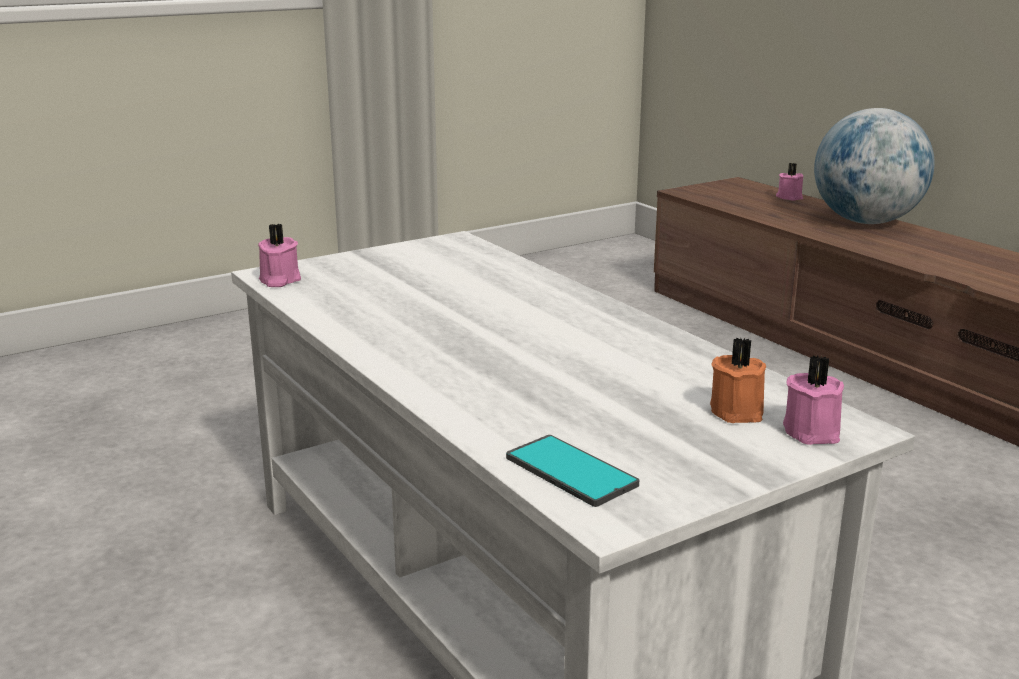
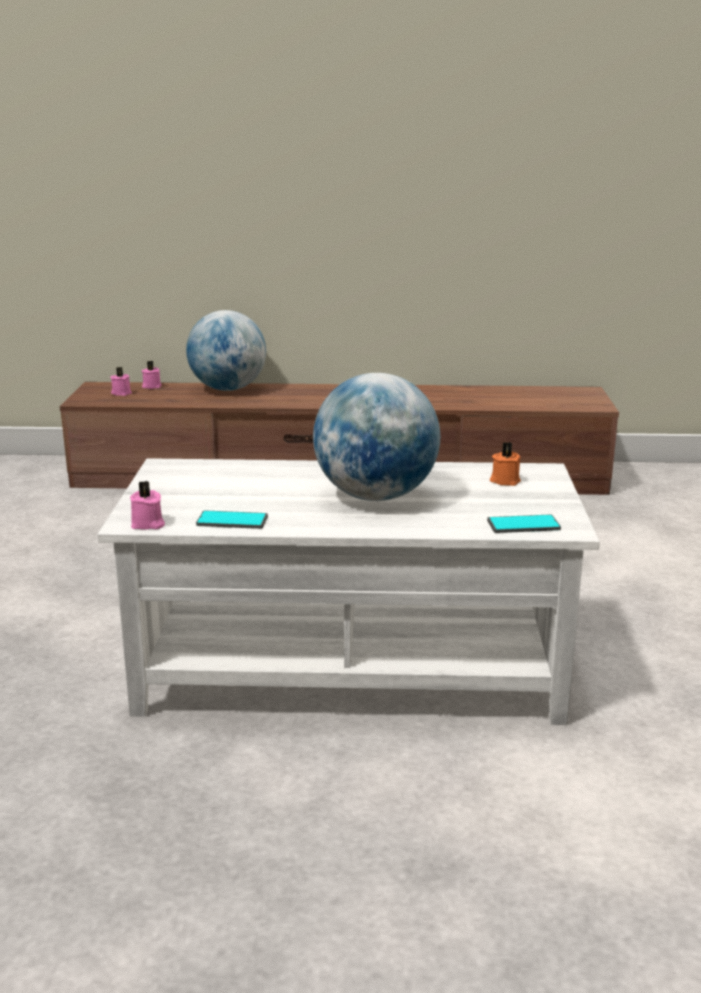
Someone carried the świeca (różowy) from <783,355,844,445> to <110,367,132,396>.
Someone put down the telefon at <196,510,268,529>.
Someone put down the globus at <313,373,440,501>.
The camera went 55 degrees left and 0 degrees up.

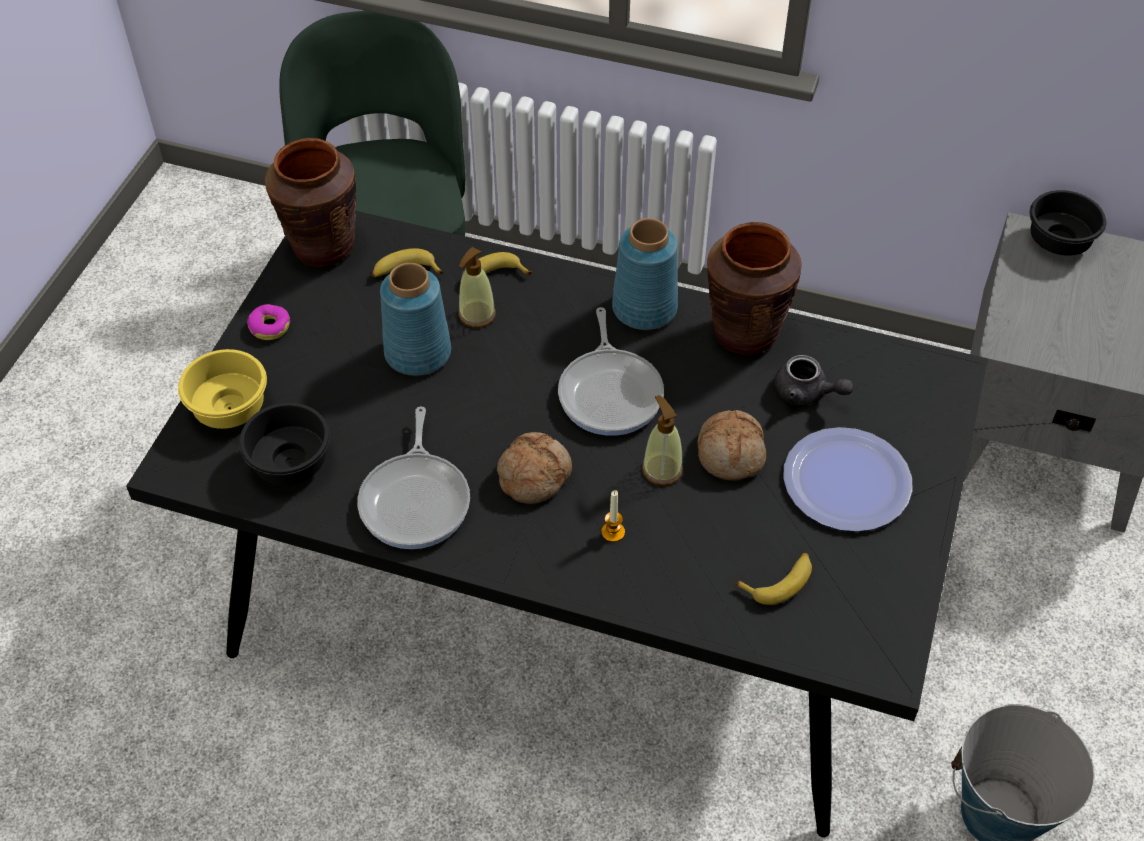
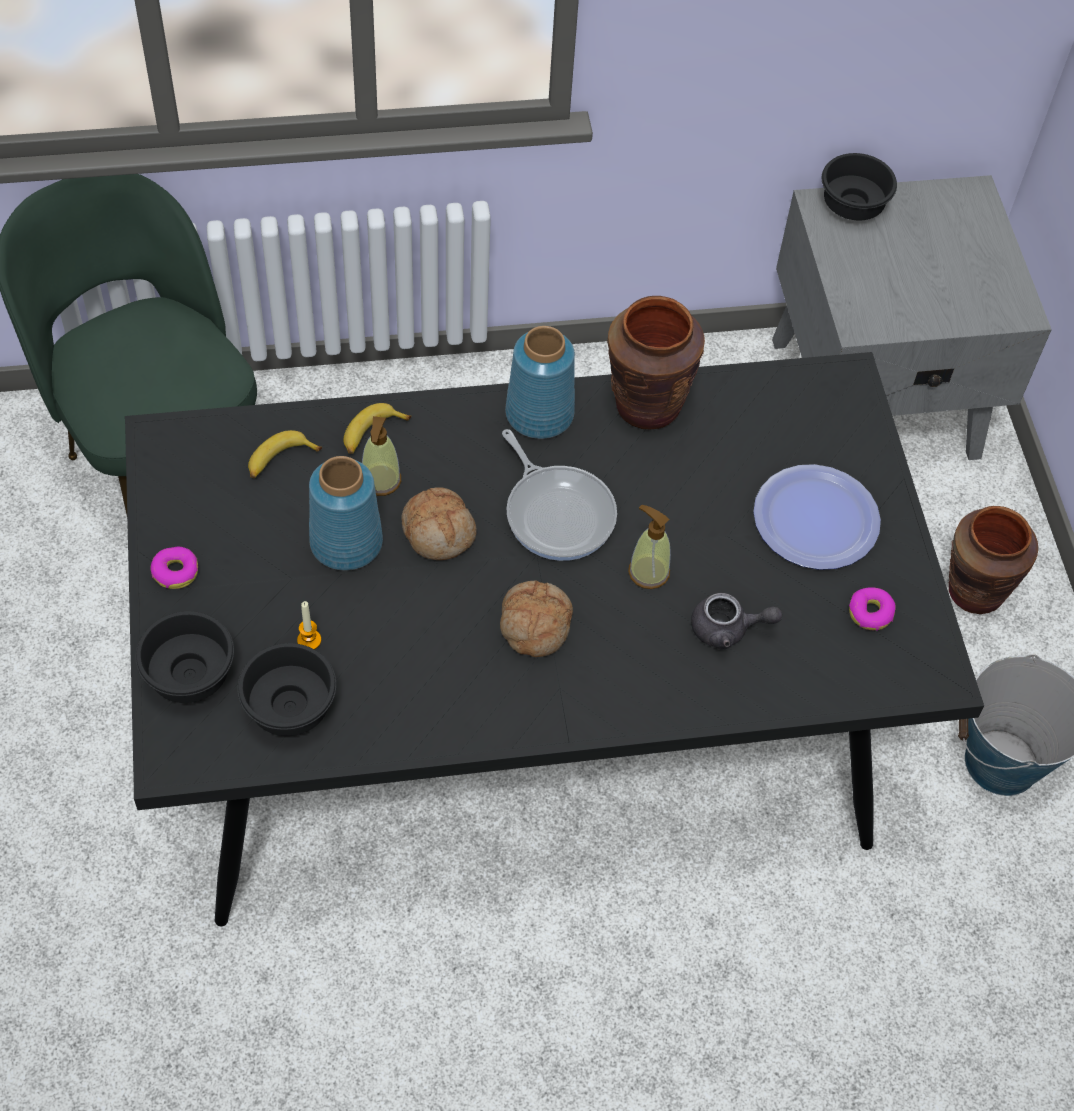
Someone repainted the miska (żółty) at <178,349,267,429>, which became the miska (czarny) at <135,611,234,703>.
Someone carried the świeca from <601,490,625,542> to <297,601,321,650>.
Someone carried the chleb from <698,410,766,481> to <401,487,477,560>.
Someone carried the imbryk (szary) from <774,355,854,405> to <691,593,782,649>.
Someone put down the donut at <849,587,896,631>.
Someone carried the wazon (brązowy) from <265,138,356,267> to <949,506,1038,614>.
Someone took away the patelnia at <358,406,470,549>.
Someone took away the banan at <735,553,812,605>.
The camera went 30 degrees left and 5 degrees up.

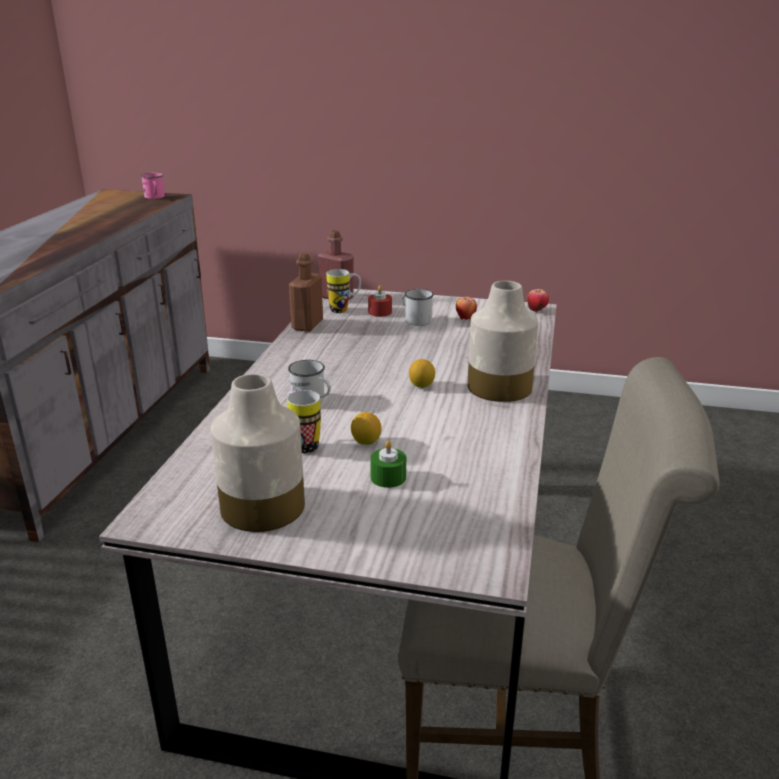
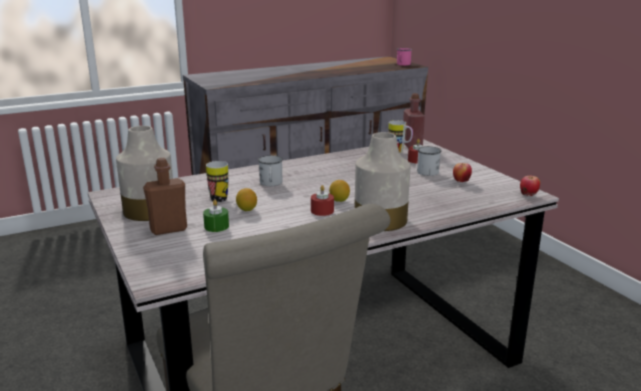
Someone carried the butelka (brązowy) from <289,253,323,332> to <143,158,187,235>.
Someone put down the świeca (czerwony) at <311,185,334,216>.
The camera went 50 degrees right and 5 degrees down.

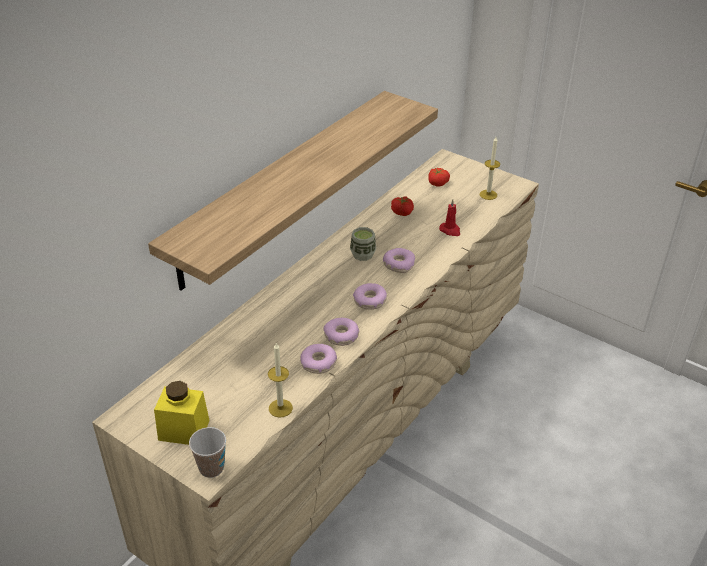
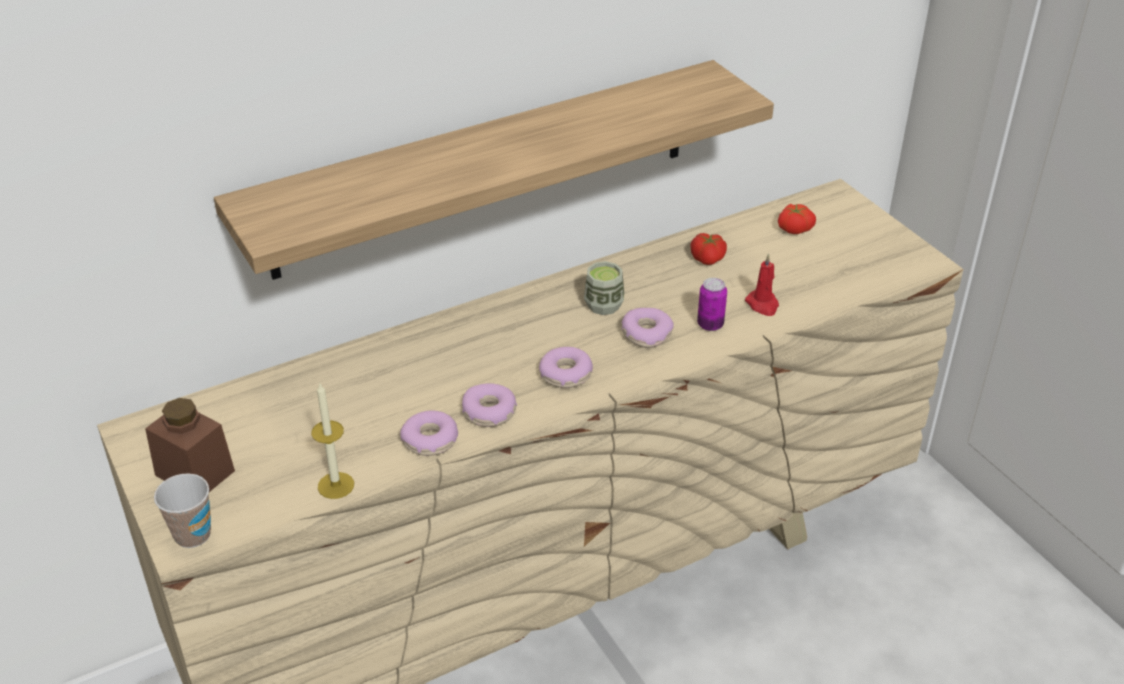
Someone repainted the słoik (żółty) at <154,381,210,445>, which became the słoik (brązowy) at <145,398,235,492>.
Someone put down the puszka at <697,278,727,331>.
Someone took away the świeca at <480,137,500,200>.
The camera went 25 degrees right and 0 degrees up.

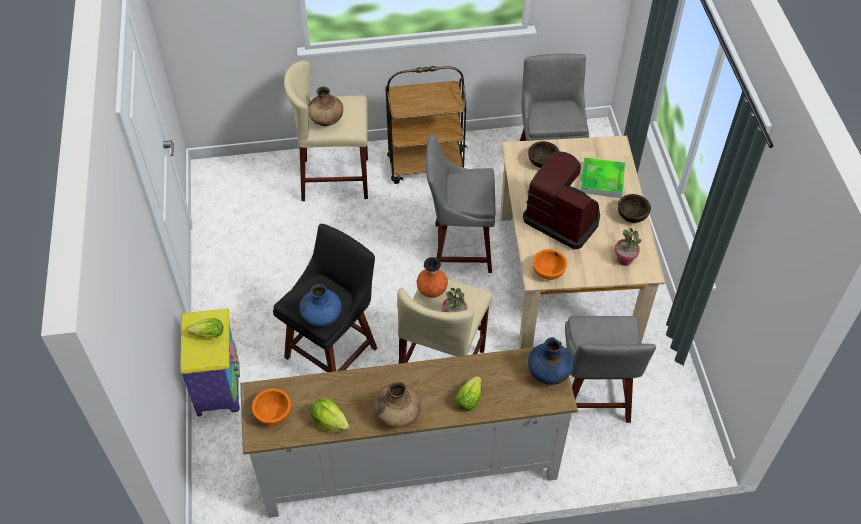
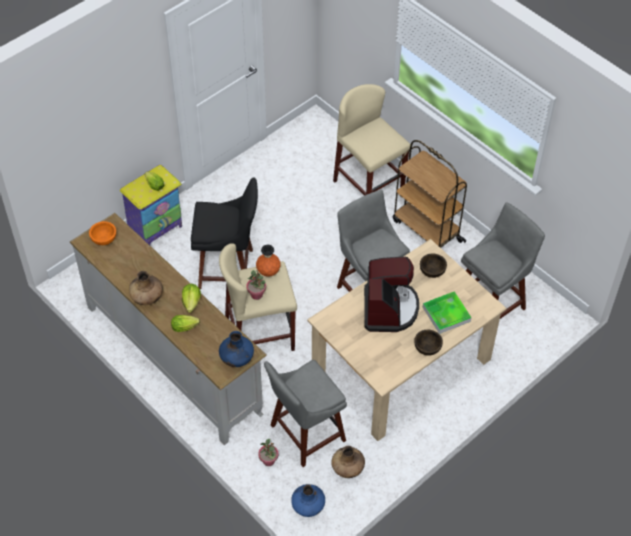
Someone carried the sałata from <311,398,350,432> to <182,284,201,313>.
Someone carried the roślina doniczkowa from <615,228,641,266> to <258,439,278,466>.
Someone carried the wazon (niebieski) from <300,284,341,327> to <291,484,325,517>.
Someone carried the wazon (brązowy) from <308,86,343,126> to <331,446,365,478>.
Someone took away the miska (pomarańczowy) at <533,249,567,280>.
The camera went 55 degrees right and 0 degrees up.

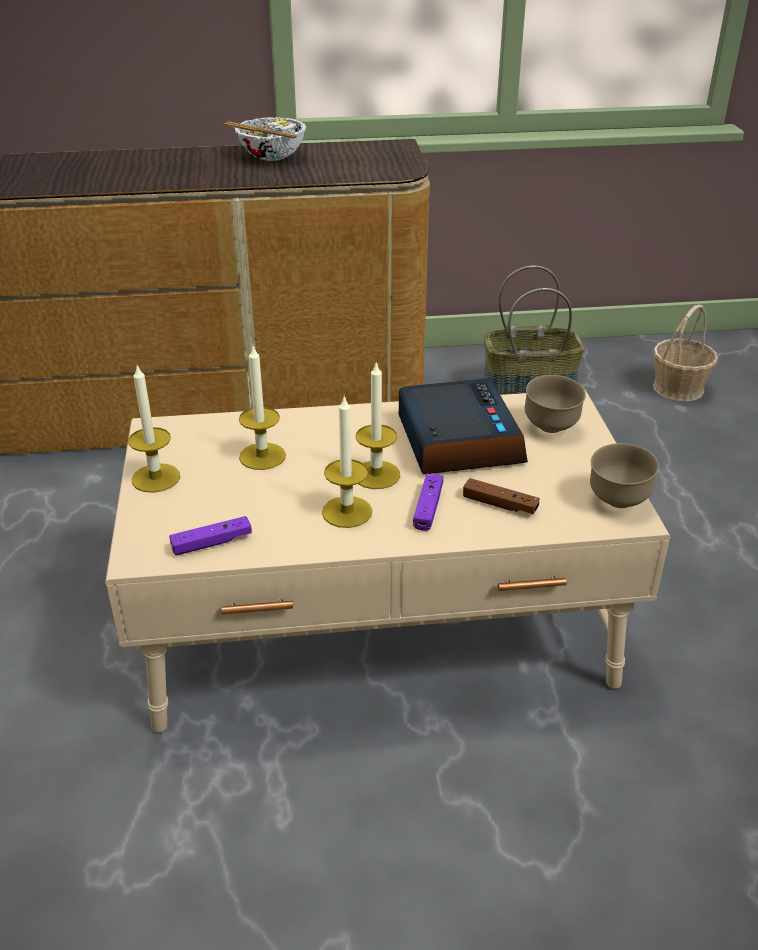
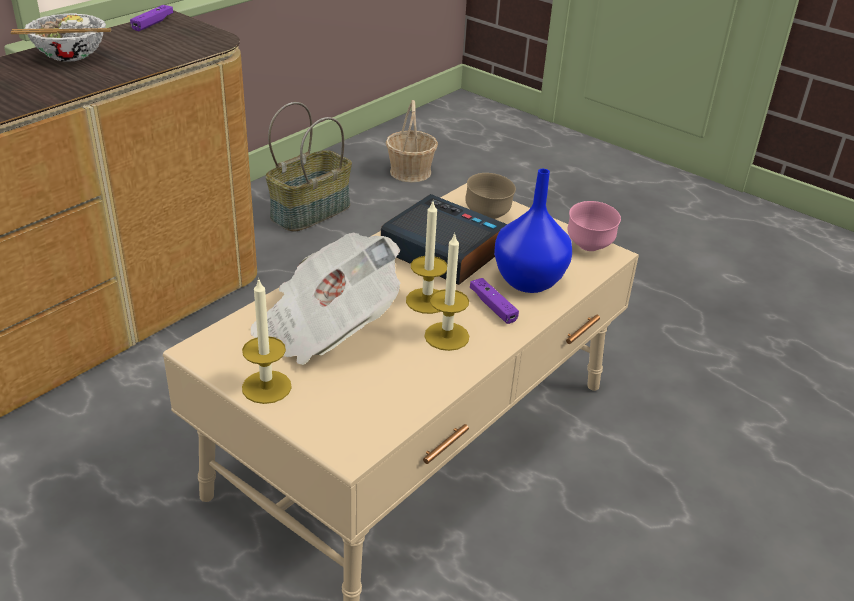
Someone carried the pad do gier (fioletowy) from <169,516,252,555> to <130,5,173,31>.
Someone swapped the świeca at <239,346,286,470> for the gazeta at <251,232,400,365>.
Someone swapped the pad do gier (brązowy) at <463,478,540,514> for the wazon (niebieski) at <494,169,572,293>.
Someone repainted the miska (brązowy) at <590,443,659,508>, which became the miska (różowy) at <568,201,621,251>.
The camera went 45 degrees left and 0 degrees up.

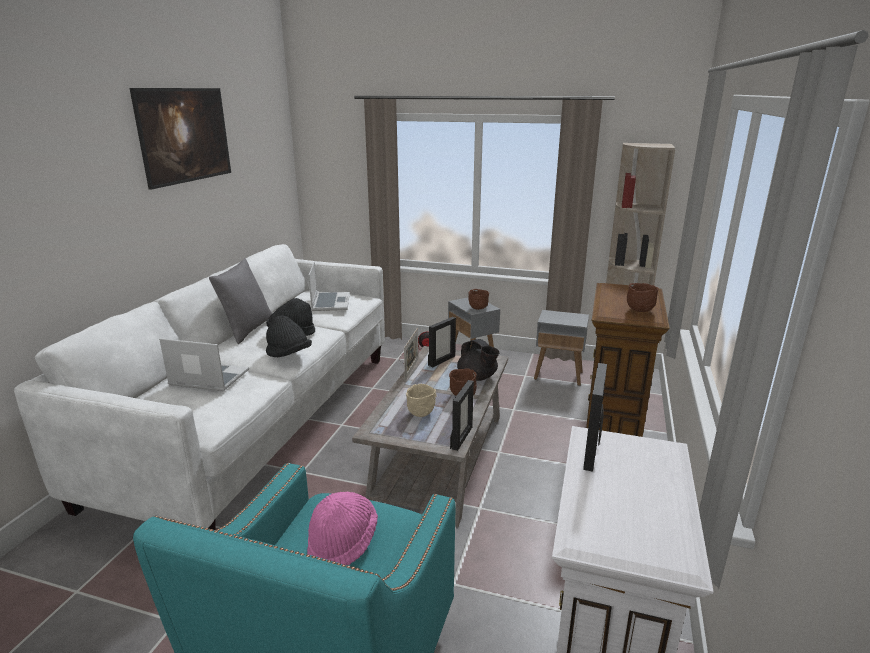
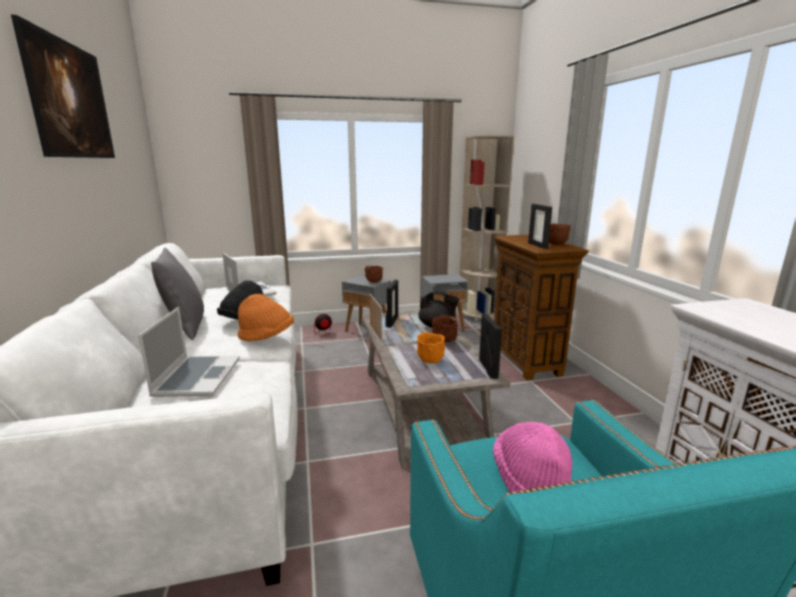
Someone rotated the laptop at <159,338,249,391> by 105 degrees clockwise.
Someone repainted the kapelusz (czarny) at <266,315,312,357>, which became the kapelusz (pomarańczowy) at <238,294,294,341>.
Someone repainted the miska (beżowy) at <406,384,437,417>, which became the miska (pomarańczowy) at <417,332,445,363>.
Someone carried the ramka na zdjęcie from <583,363,607,472> to <528,204,552,249>.
The camera went 30 degrees left and 5 degrees down.

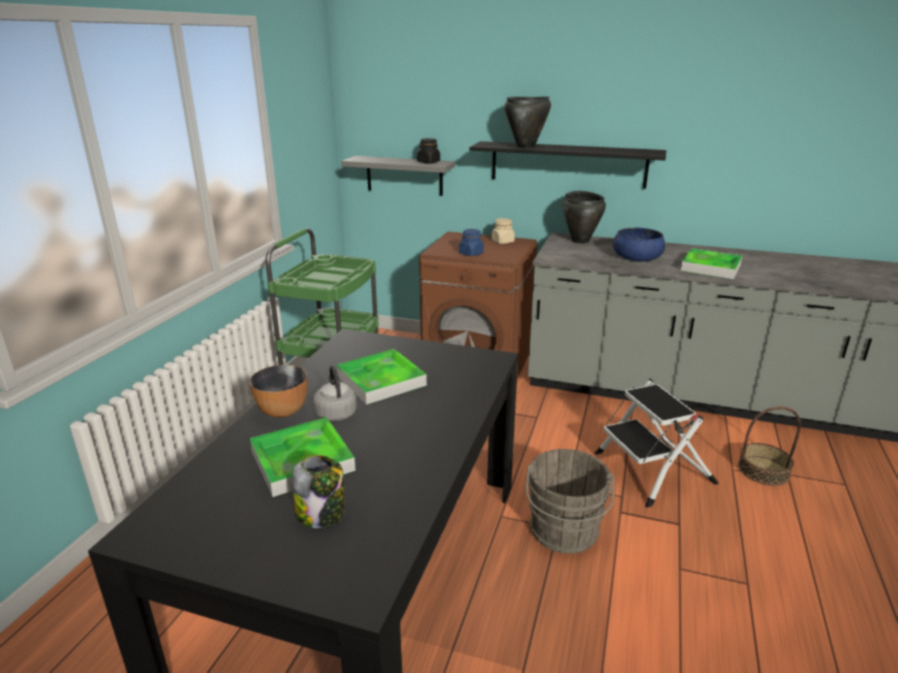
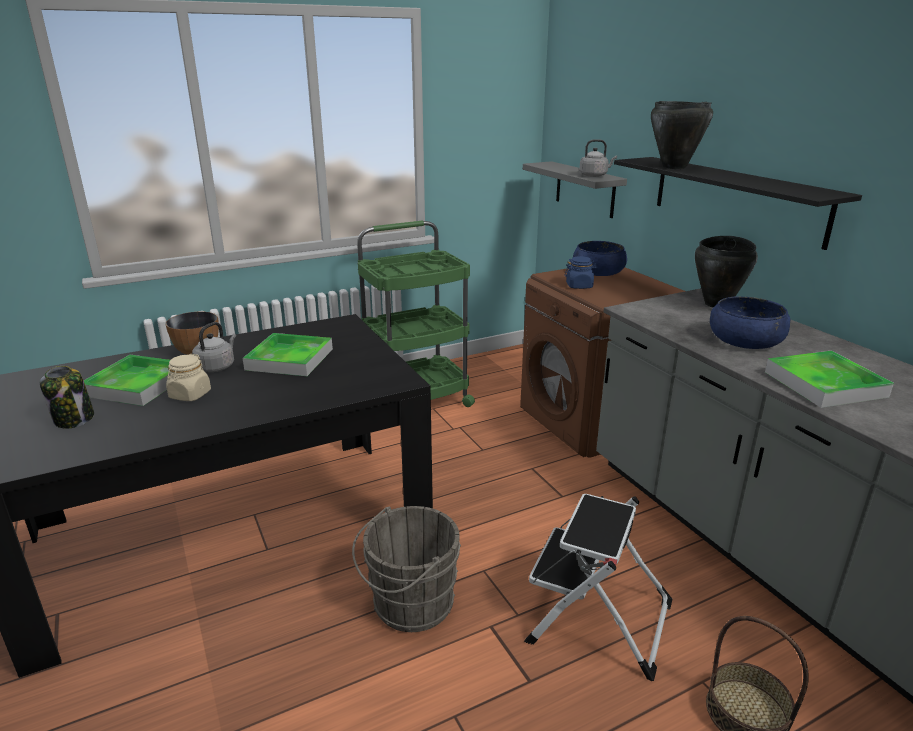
Someone carried the słoik (beżowy) from <491,218,515,244> to <166,354,211,401>.
Someone put down the miska (niebieski) at <573,241,627,276>.
Someone swapped the słoik (czarny) at <417,138,440,164> for the czajnik (szary) at <579,139,617,177>.
The camera went 45 degrees right and 0 degrees up.

